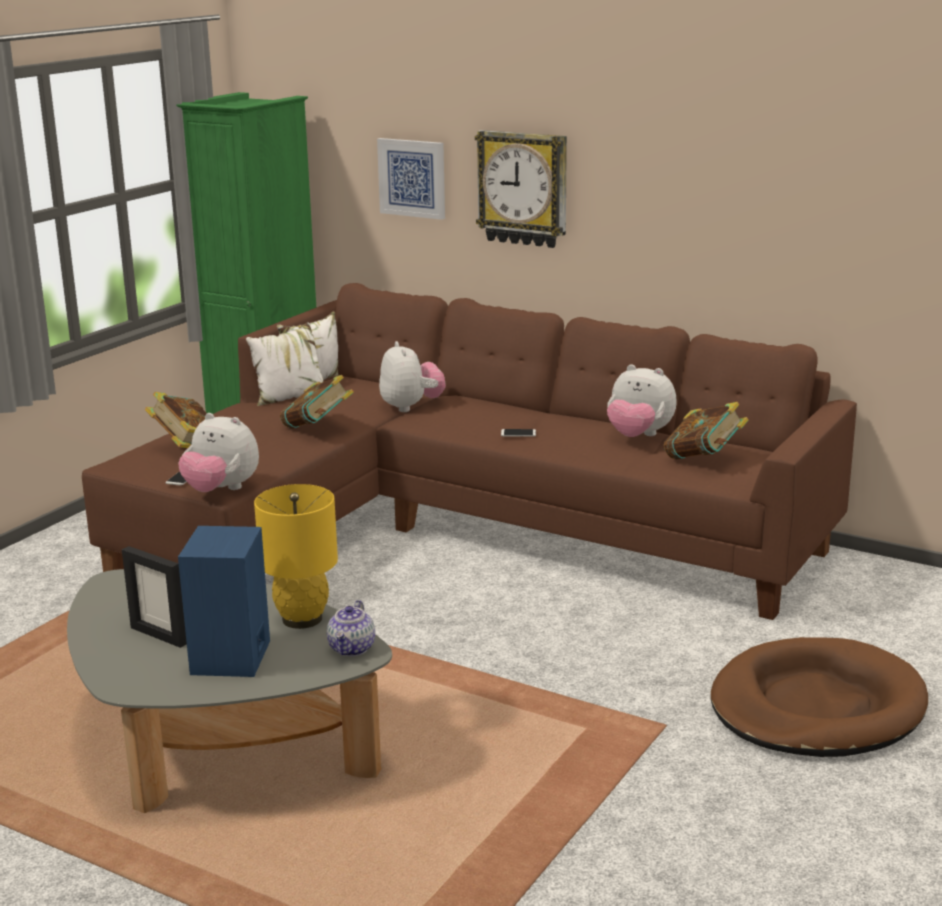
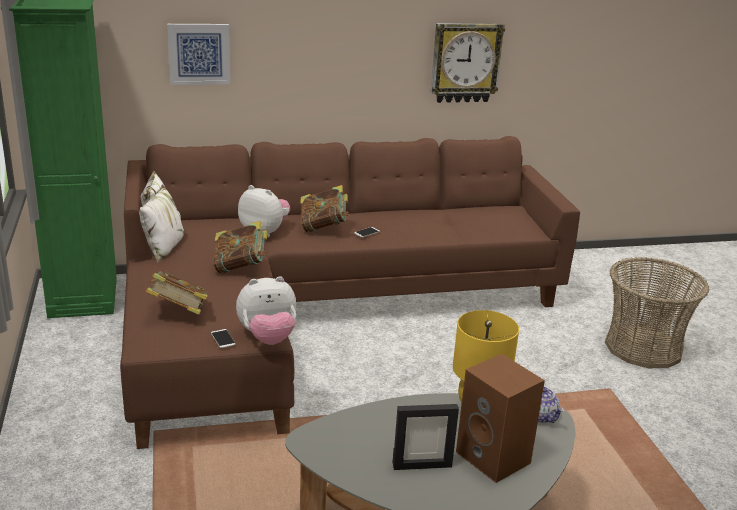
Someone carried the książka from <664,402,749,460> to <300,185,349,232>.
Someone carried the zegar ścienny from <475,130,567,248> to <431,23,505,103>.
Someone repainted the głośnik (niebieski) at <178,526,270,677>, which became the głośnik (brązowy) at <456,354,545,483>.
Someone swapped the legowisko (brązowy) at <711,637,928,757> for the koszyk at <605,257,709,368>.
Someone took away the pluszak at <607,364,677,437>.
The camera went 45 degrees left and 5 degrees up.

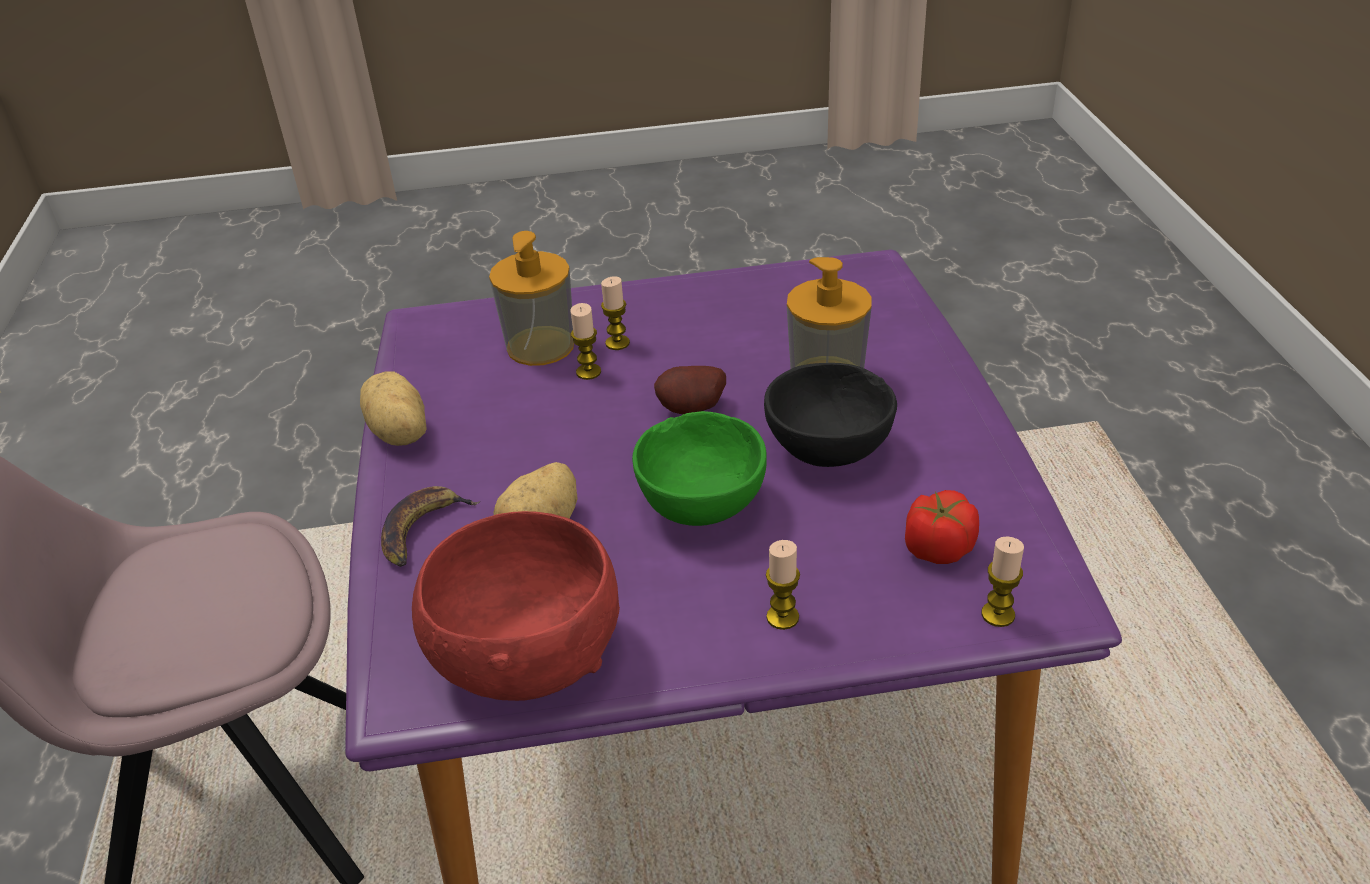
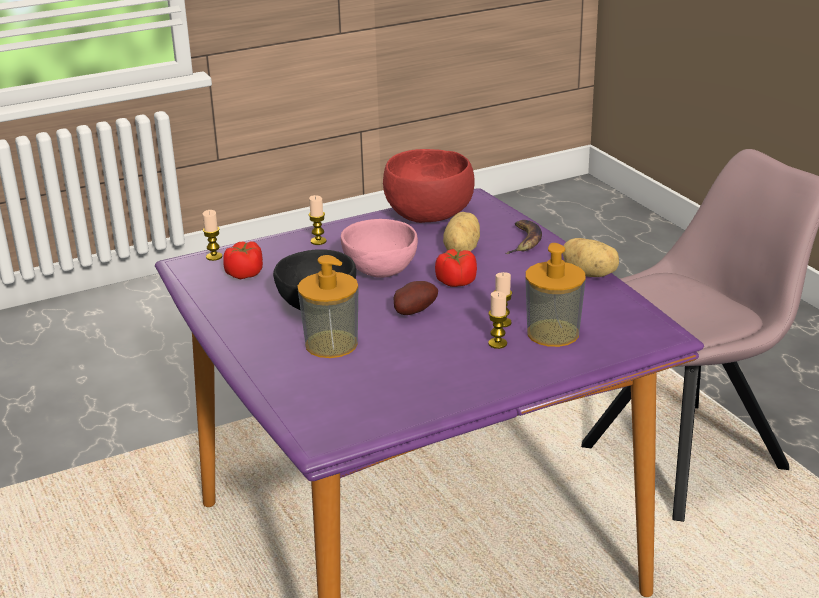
Someone repainted the miska (zielony) at <632,411,767,526>, which became the miska (różowy) at <341,219,418,278>.
Someone put down the pomidor at <435,249,477,287>.
The camera went 160 degrees right and 10 degrees down.

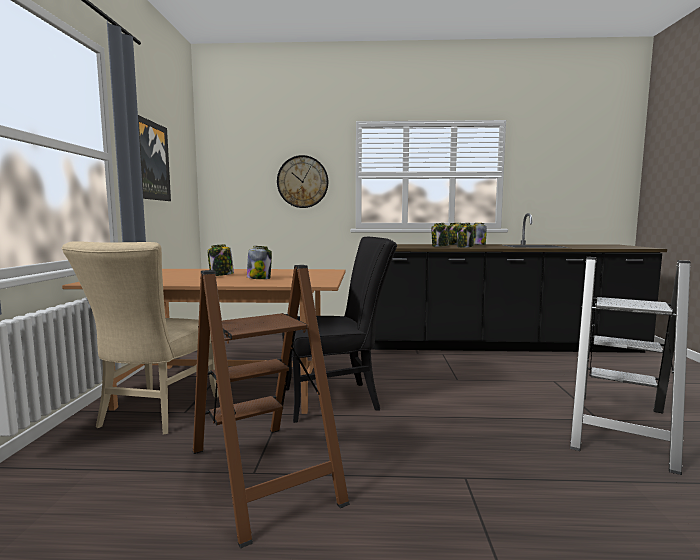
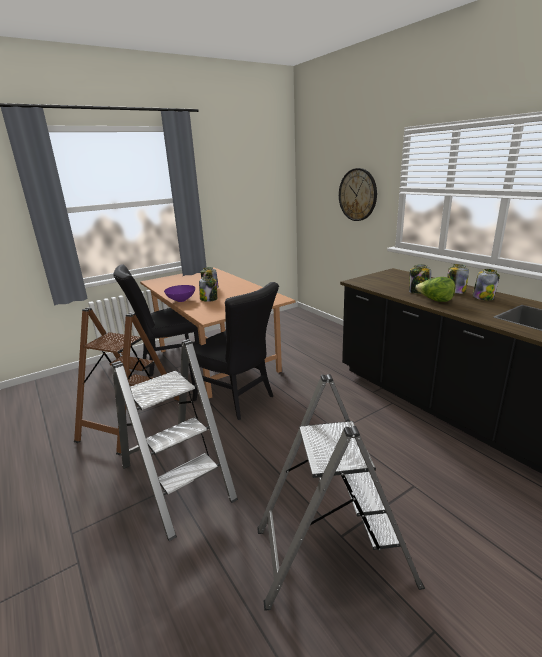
Someone put down the drabinka (szary) at <112,339,238,541>.
Someone repainted the krzesło (beżowy) at <61,241,219,435>, which became the krzesło (czarny) at <113,264,199,376>.
Someone put down the miska (fioletowy) at <164,285,195,302>.
Someone swapped the słoik at <457,223,474,248> for the sałata at <415,277,455,302>.
Someone took away the obraz at <138,115,171,201>.
The camera went 55 degrees right and 15 degrees up.

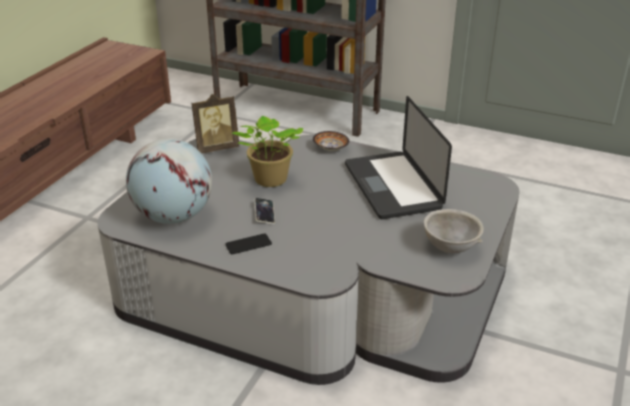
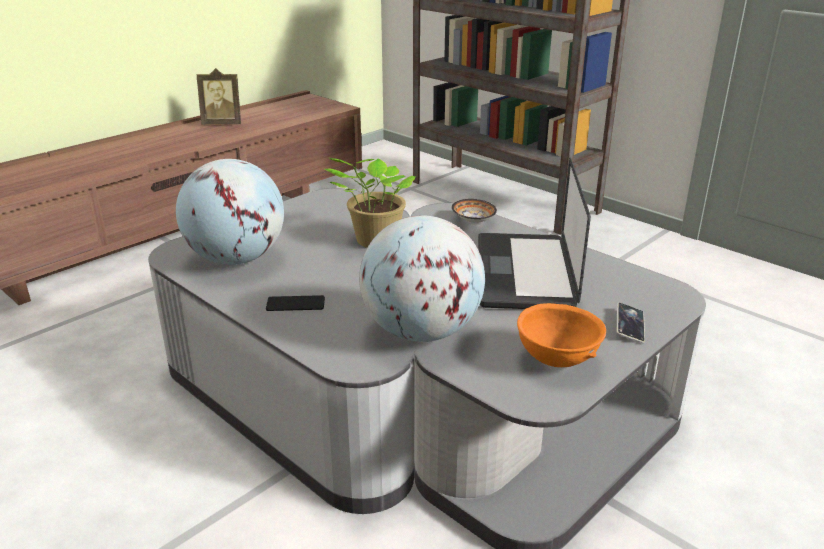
Someone carried the ramka na zdjęcie from <192,94,239,153> to <197,68,241,125>.
Someone put down the globus at <359,215,485,342>.
Someone repainted the miska (szary) at <424,209,484,253>, which became the miska (pomarańczowy) at <517,303,606,367>.
Someone carried the telefon from <254,198,275,224> to <617,303,645,343>.
The camera went 20 degrees right and 5 degrees down.

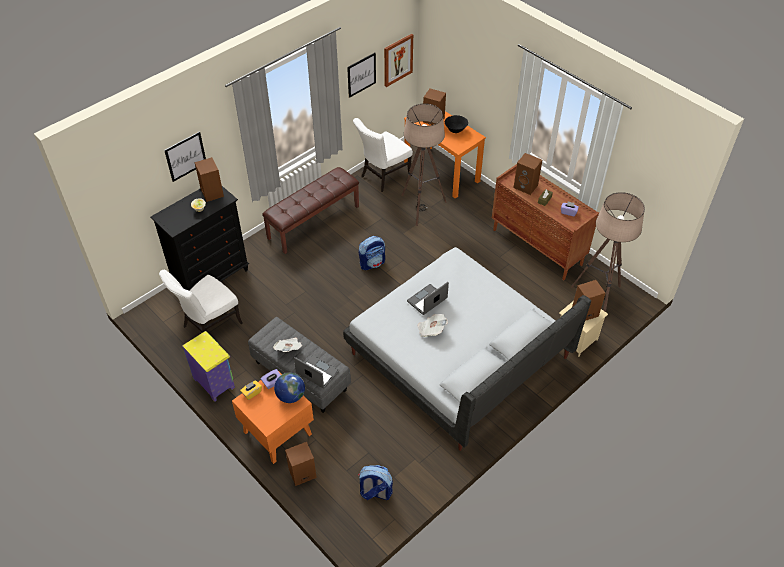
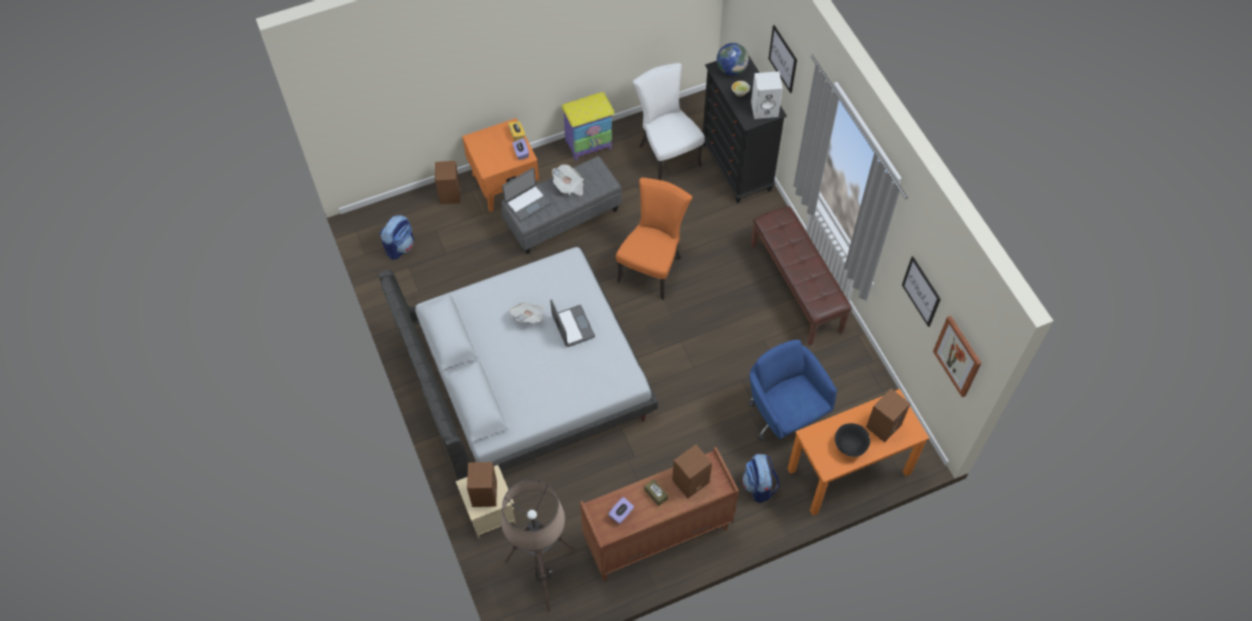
Someone put down the krzesło (pomarańczowy) at <616,178,692,300>.
Someone carried the globus from <274,372,305,403> to <717,43,749,76>.
Someone carried the plecak from <359,236,385,270> to <742,454,780,503>.
Someone swapped the lampa stojąca at <401,103,447,226> for the krzesło biurowe (niebieski) at <748,340,837,441>.
Someone repainted the głośnik (brązowy) at <195,157,224,202>, which became the głośnik (biały) at <751,71,783,119>.
Someone took away the krzesło (biały) at <353,118,413,192>.
The camera went 110 degrees right and 10 degrees up.

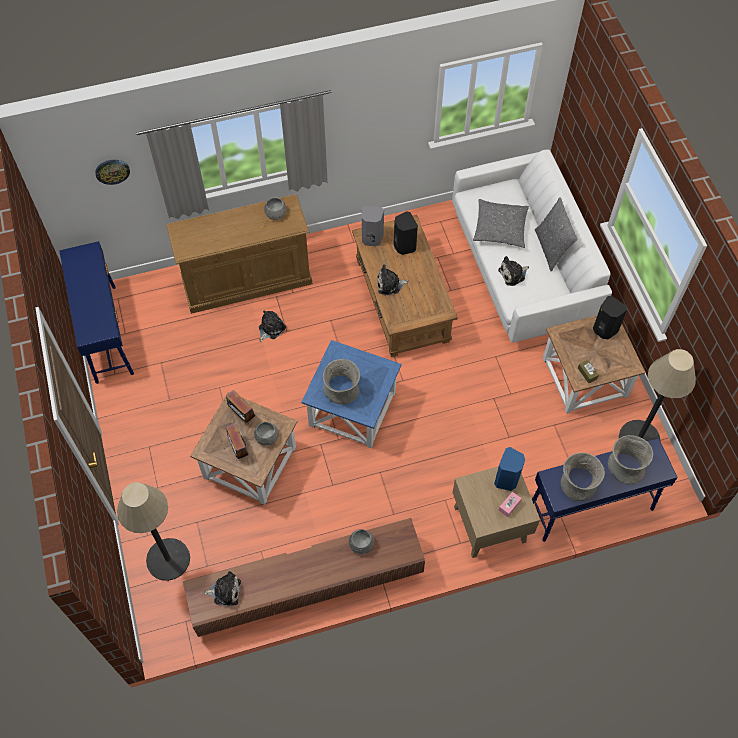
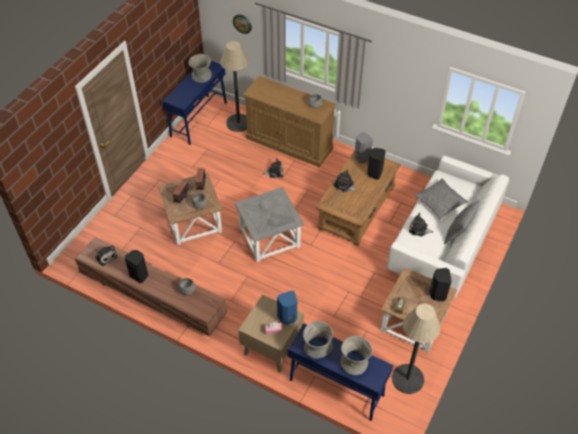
Someone put down the głośnik (czarny) at <125,250,148,283>.
Someone carried the wazon (szary) from <323,359,360,404> to <188,54,212,83>.
Someone carried the lampa stojąca from <117,482,190,581> to <221,41,248,132>.
Someone repainted the stolik (niebieski) at <301,340,401,448>, which became the stolik (szary) at <235,187,304,262>.
The camera went 45 degrees right and 10 degrees down.

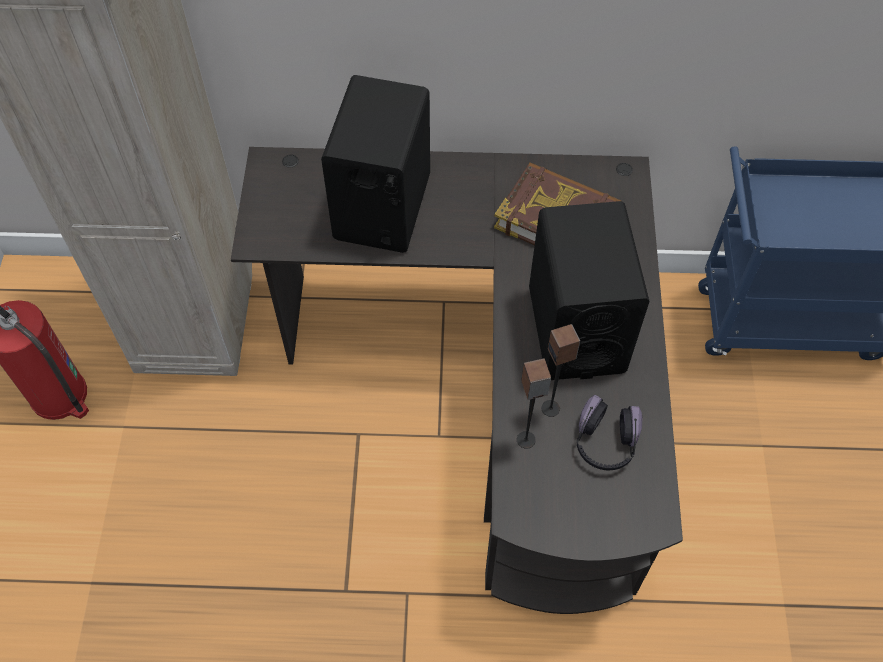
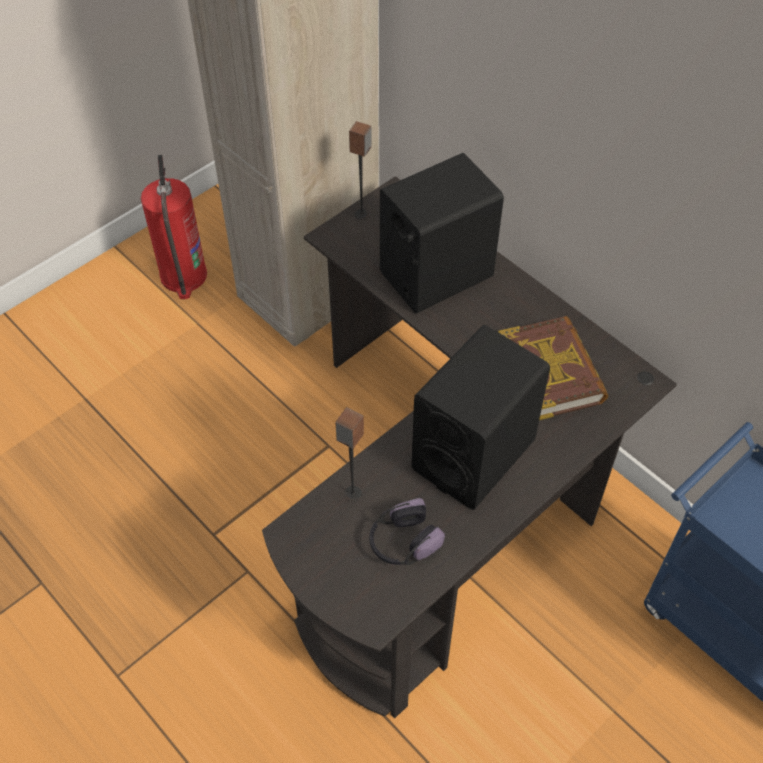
Someone carried the głośnik from <542,324,580,417> to <349,121,372,220>.
The camera went 45 degrees right and 5 degrees down.

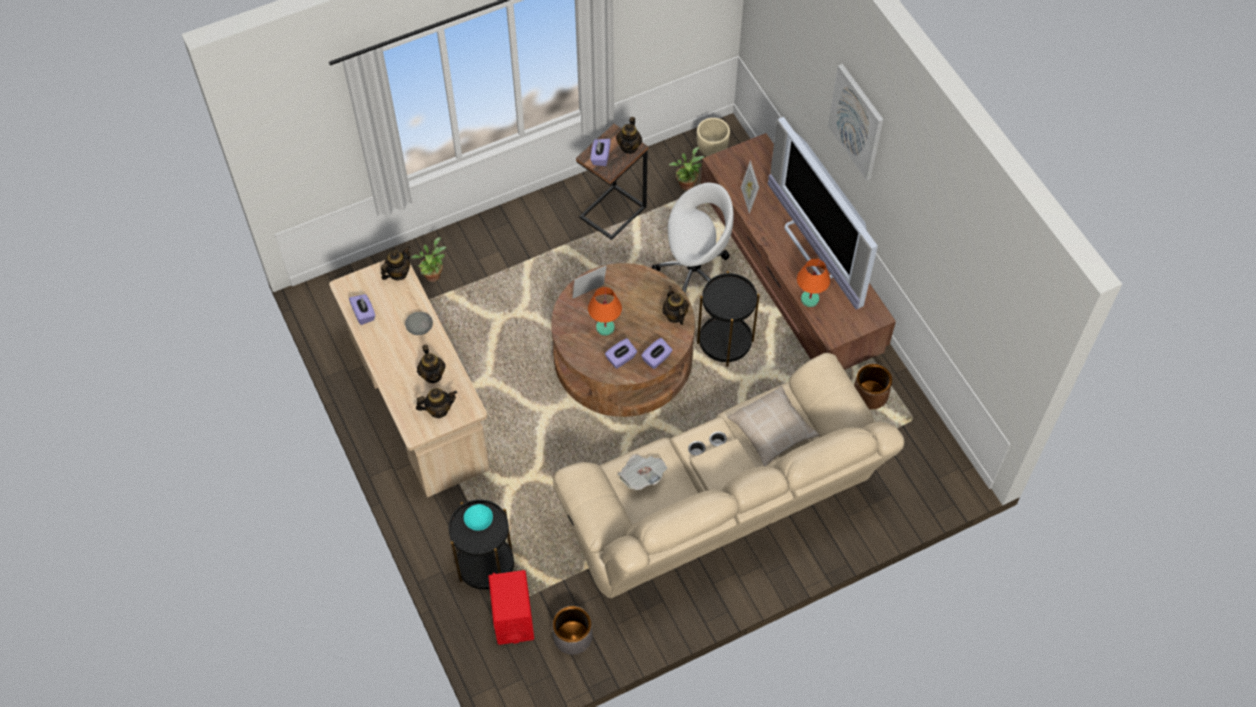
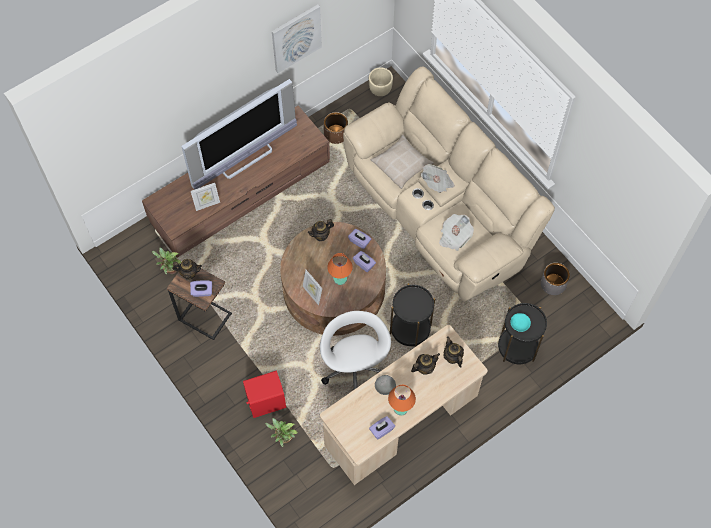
Someone carried the głośnik (czerwony) from <488,570,534,645> to <243,370,286,418>.
Someone carried the obraz from <828,64,884,180> to <272,4,322,73>.
Someone carried the krzesło biurowe (biały) from <652,183,733,293> to <320,311,391,389>.
Someone carried the donica (beżowy) from <697,118,730,156> to <369,67,393,96>.
Someone carried the lampa stołowa (pomarańczowy) from <797,259,830,307> to <388,385,416,416>.
Someone carried the stolik (czarny) from <697,271,760,367> to <390,283,435,347>.
Someone put down the gazeta at <421,164,455,193>.
Someone took away the imbryk at <381,246,410,280>.
The camera went 100 degrees left and 5 degrees up.

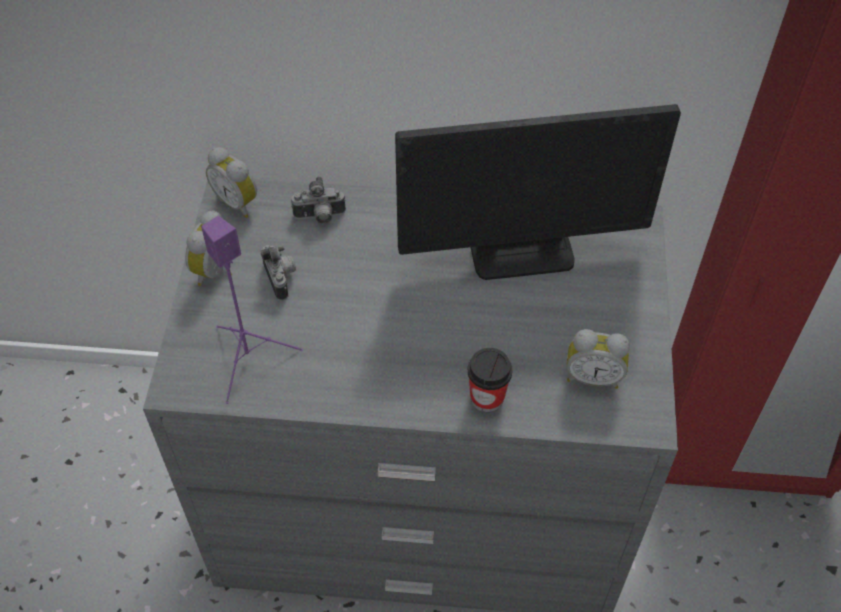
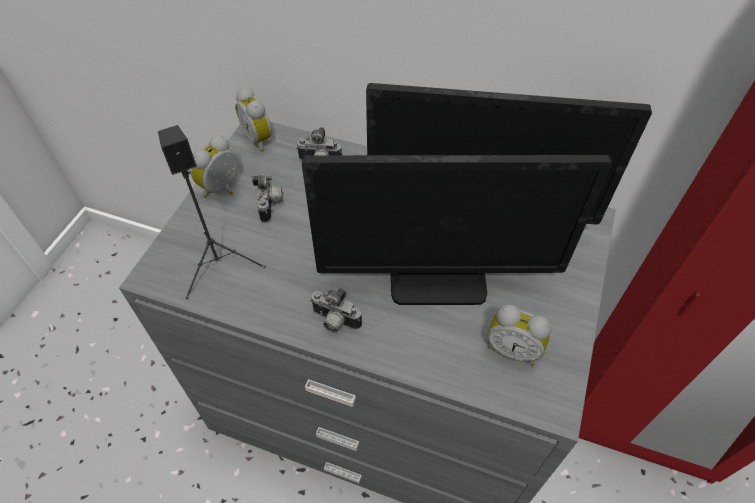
Someone repainted the głośnik (fioletowy) at <201,216,303,404>, which became the głośnik (czarny) at <158,125,266,299>.
Someone put down the monitor at <302,155,612,305>.
Someone put down the aparat fotograficzny at <310,287,362,333>.
Someone took away the filiżanka at <467,348,512,412>.
The camera went 15 degrees right and 0 degrees up.

